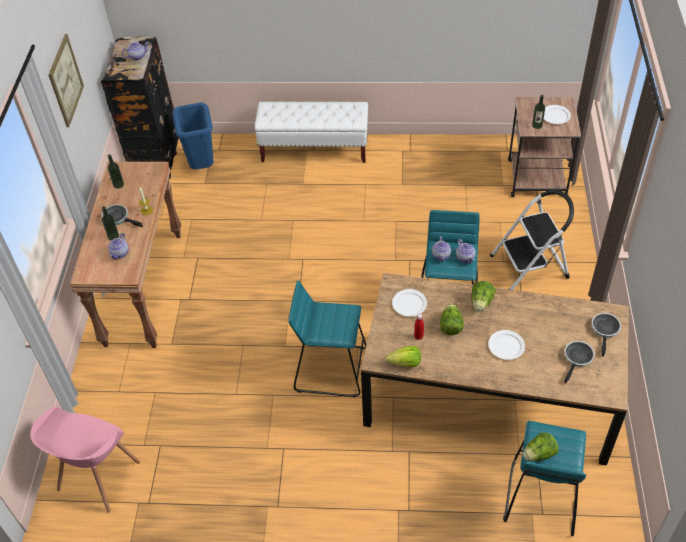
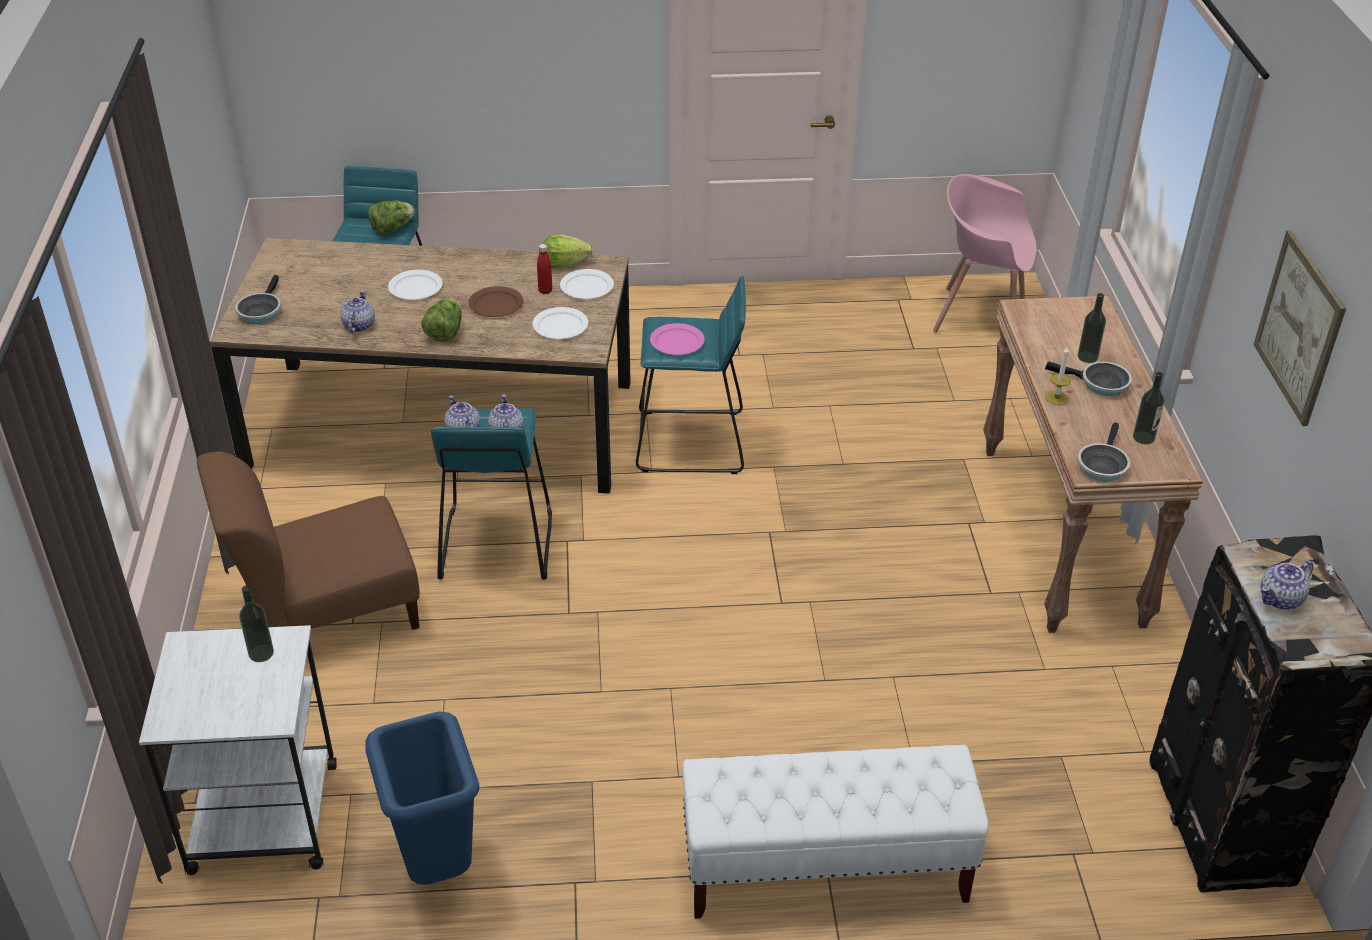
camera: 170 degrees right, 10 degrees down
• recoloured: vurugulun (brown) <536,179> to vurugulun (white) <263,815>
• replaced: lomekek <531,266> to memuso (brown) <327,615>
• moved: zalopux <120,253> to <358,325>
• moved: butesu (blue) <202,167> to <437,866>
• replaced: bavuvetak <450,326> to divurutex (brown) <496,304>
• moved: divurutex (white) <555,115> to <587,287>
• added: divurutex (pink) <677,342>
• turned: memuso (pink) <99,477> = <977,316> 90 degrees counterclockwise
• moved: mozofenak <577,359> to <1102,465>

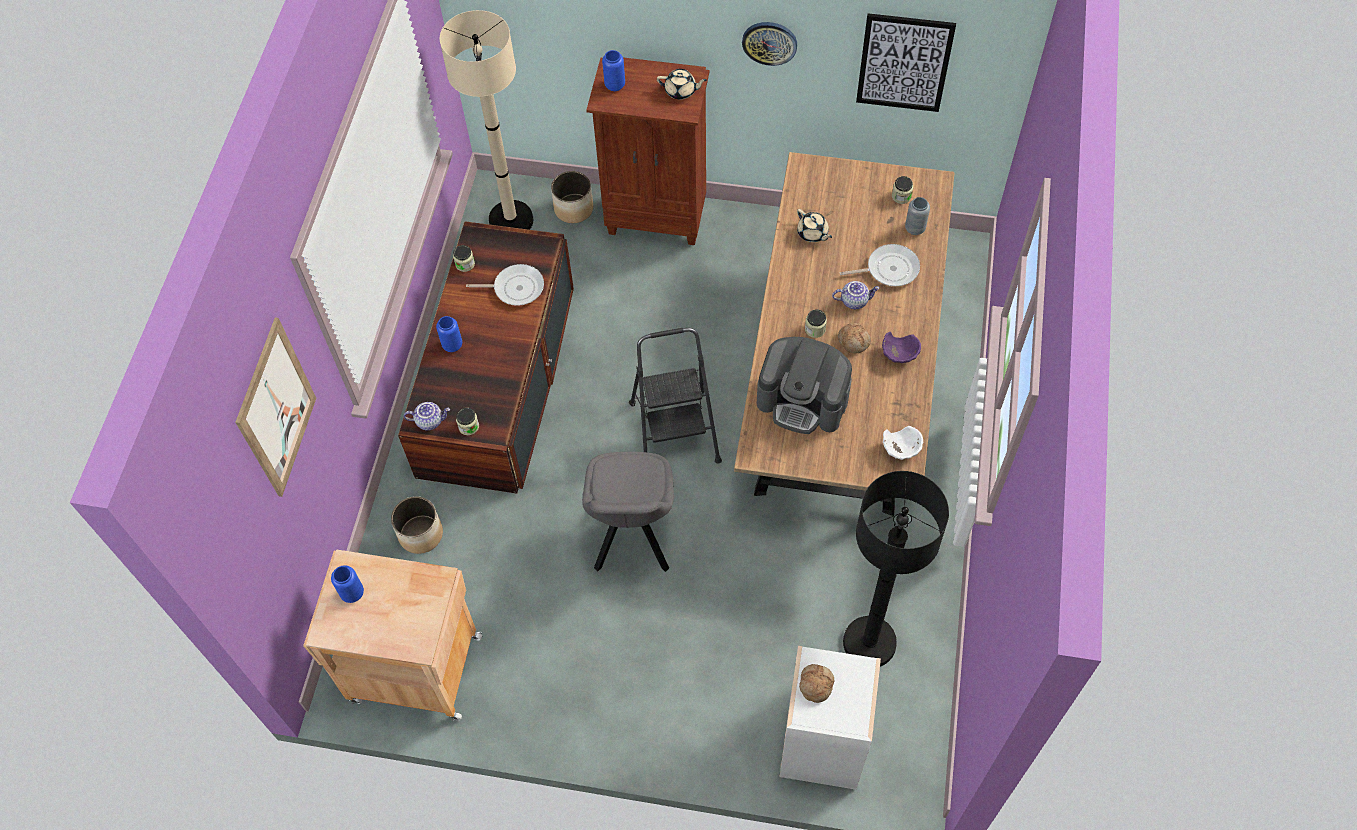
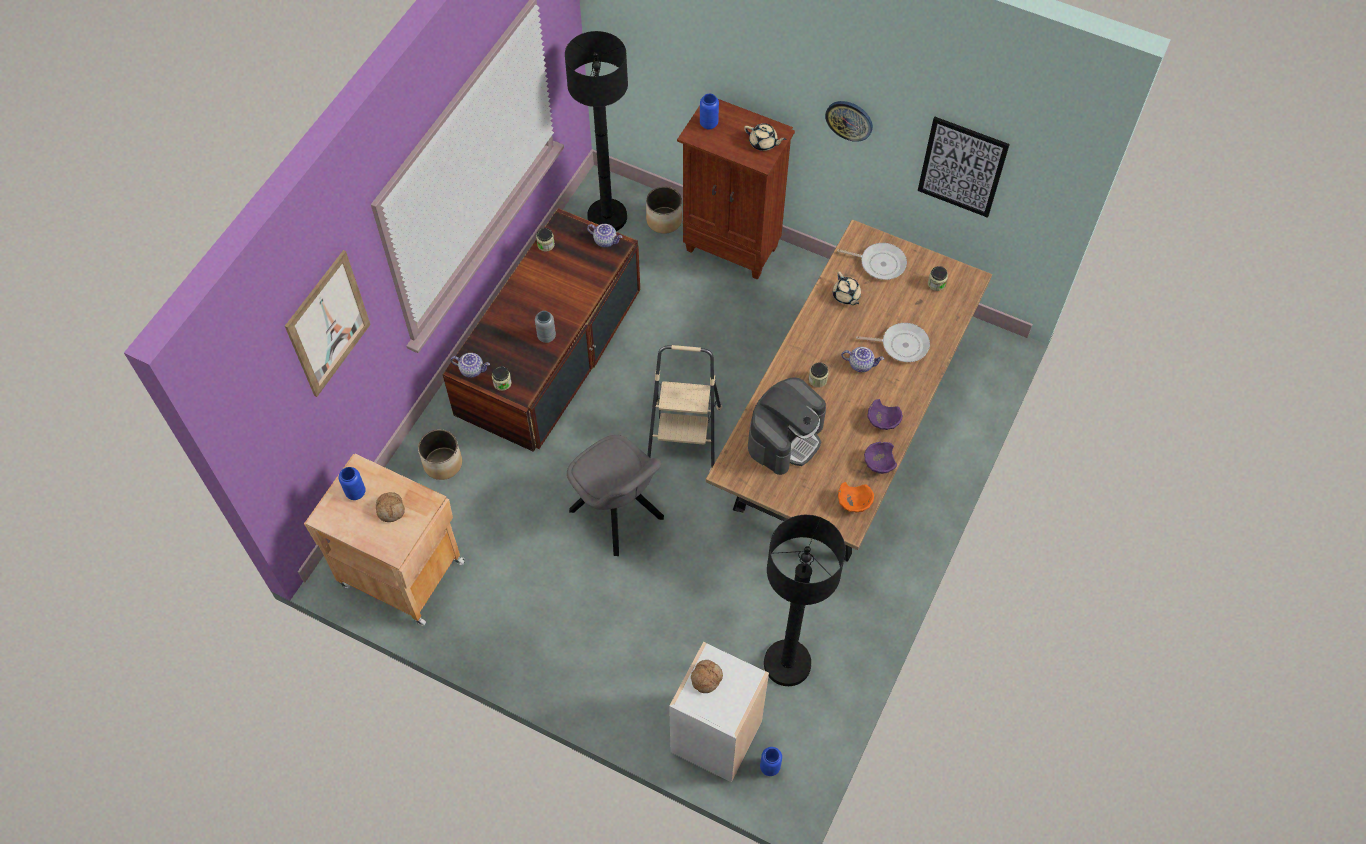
camera: 15 degrees right, 0 degrees up
• moved: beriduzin <854,341> to <391,509>
• moved: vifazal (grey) <915,229> to <546,337>
• recoloured: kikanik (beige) <511,220> to kikanik (black) <607,217>
• turned: memuso (grey) <632,535> = <617,514> 60 degrees counterclockwise
• added: zalopux <605,240>
• recoloured: lomekek (black) <674,428> to lomekek (beige) <684,433>
• turned: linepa <803,400> = <785,438> 90 degrees counterclockwise
• moved: vifazal (blue) <452,345> to <770,767>
• moved: mozofenak <515,288> to <880,263>
• recoloured: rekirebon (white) <900,450> to rekirebon (orange) <853,503>
• added: rekirebon (purple) <878,464>

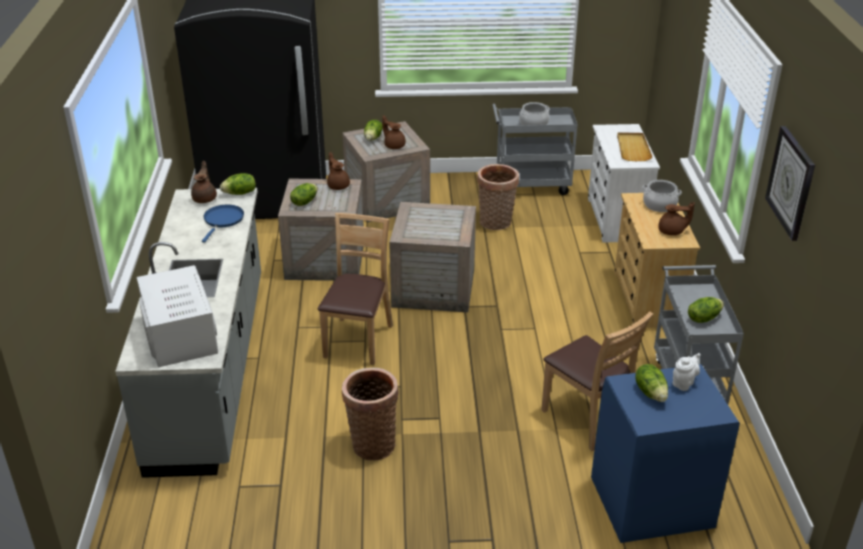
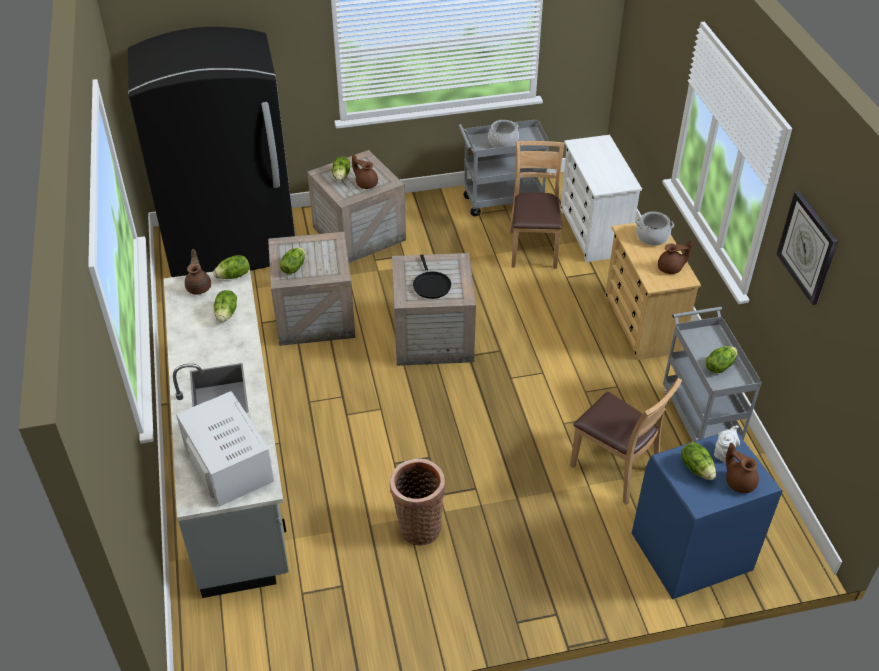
camera: 10 degrees left, 10 degrees up
• replaced: mozofenak (blue) <223,220> to bavuvetak <227,314>
• added: mozofenak (black) <431,285>
• moved: memuso (brown) <358,340> to <533,249>
• moved: zalopux (brown) <338,185> to <739,482>
• removed: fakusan <496,223>
• removed: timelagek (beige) <633,148>

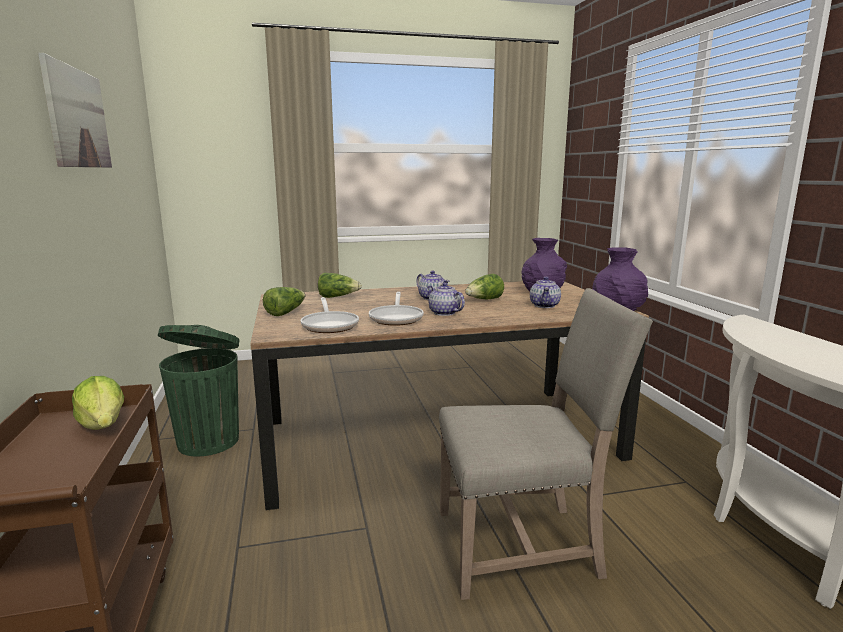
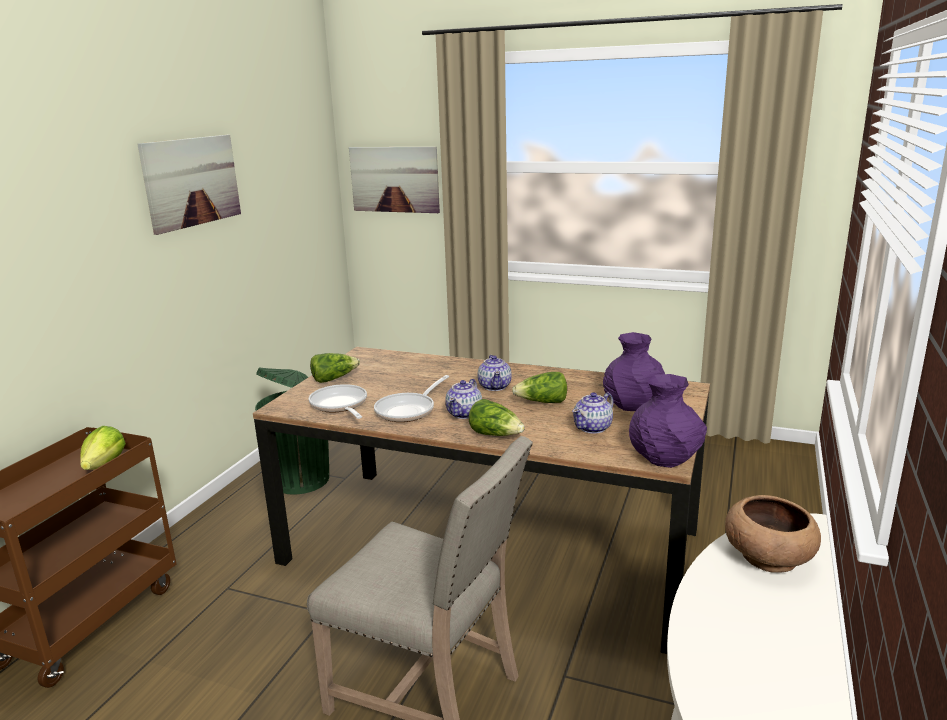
camera: 35 degrees right, 5 degrees up
• turned: mozofenak <330,325> = <340,405> 135 degrees clockwise
• added: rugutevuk <394,179>
• turned: zalopux <444,313> = <465,413> 150 degrees counterclockwise
• moved: bavuvetak <337,297> to <496,435>
• added: rekirebon (brown) <769,557>

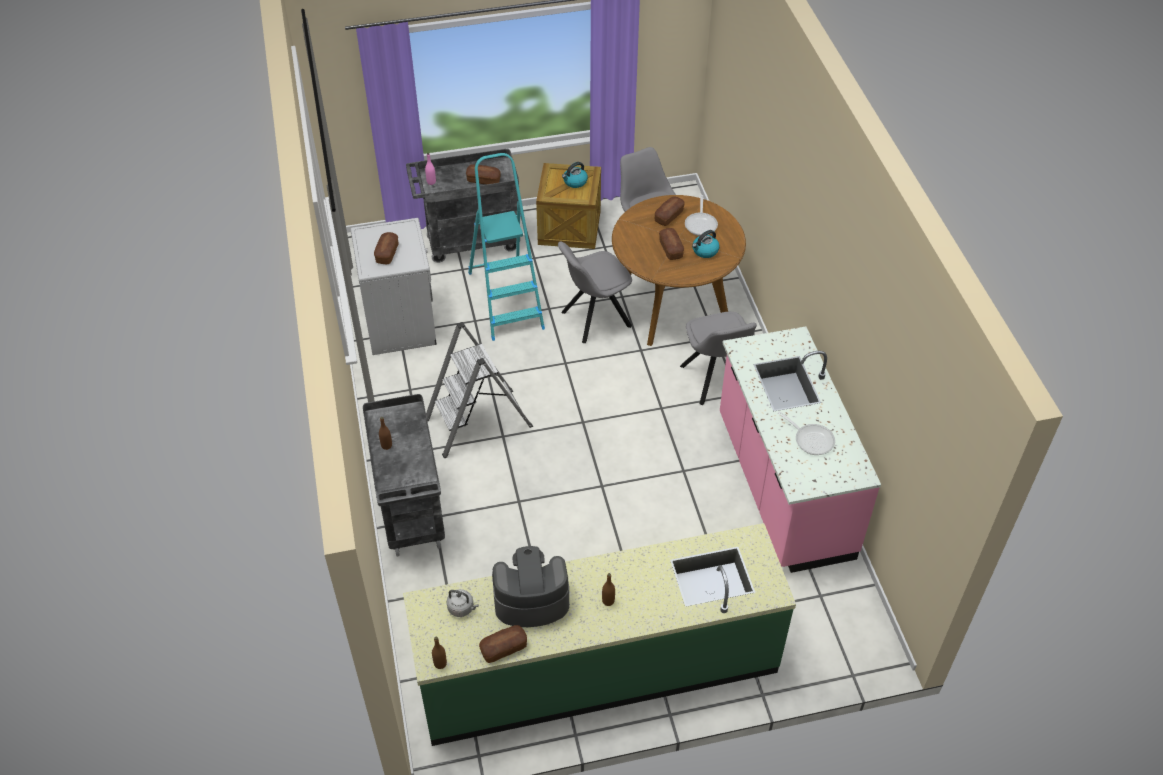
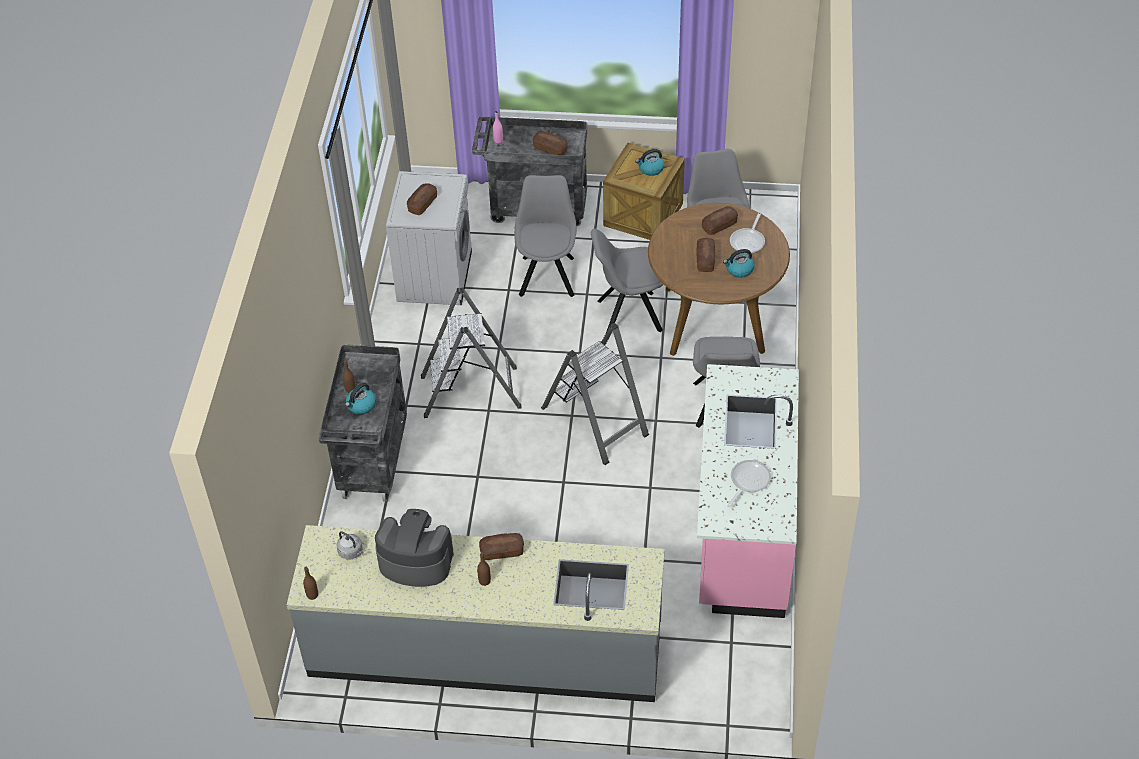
camera: 20 degrees right, 0 degrees up
• recoloured: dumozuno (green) <597,668> to dumozuno (grey) <485,650>
• added: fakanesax <361,405>
• moved: beriduzin <503,648> to <502,551>
• replaced: lomekek (turquoise) <506,300> to memuso (grey) <547,276>
• added: lomekek (grey) <595,421>
• turned: mozofenak <811,439> = <748,481> 120 degrees counterclockwise

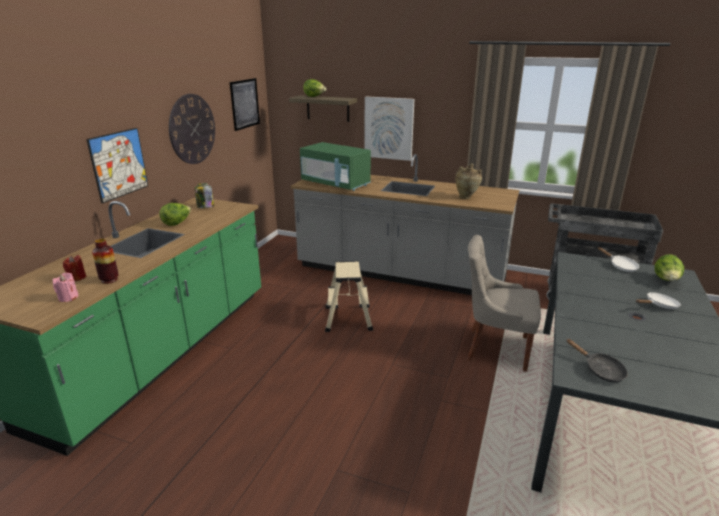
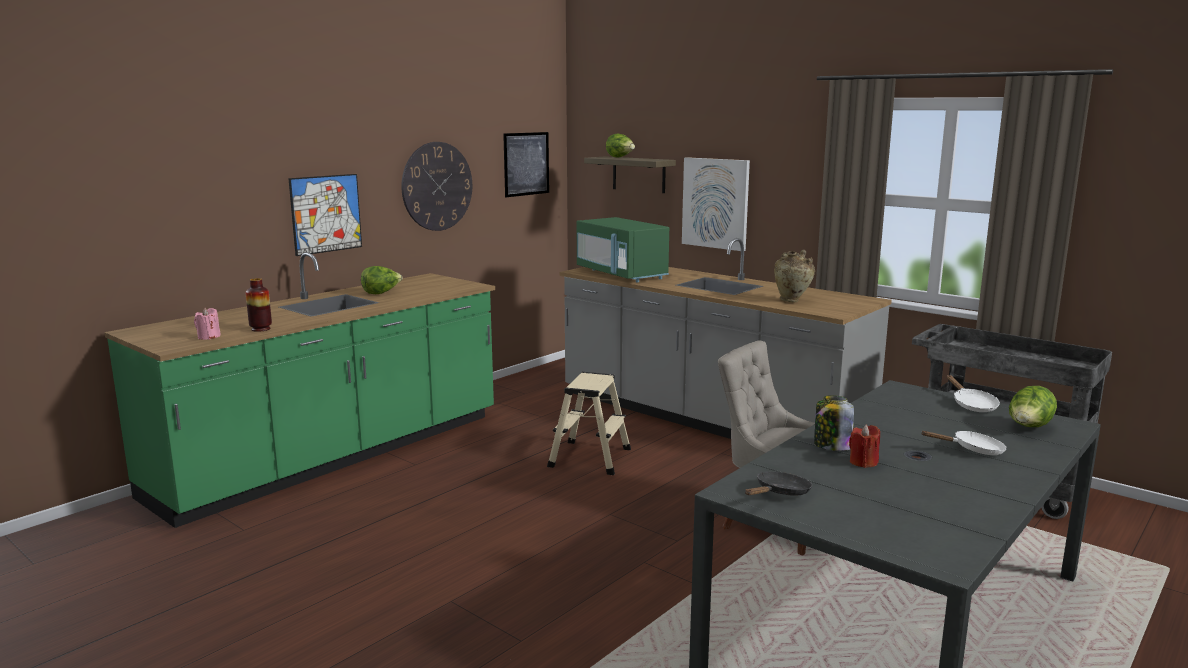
camera: 20 degrees right, 10 degrees down
• turned: mozofenak (black) <600,370> = <780,493> 120 degrees counterclockwise
• moved: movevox <205,206> to <831,446>
• moved: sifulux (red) <77,278> to <863,462>

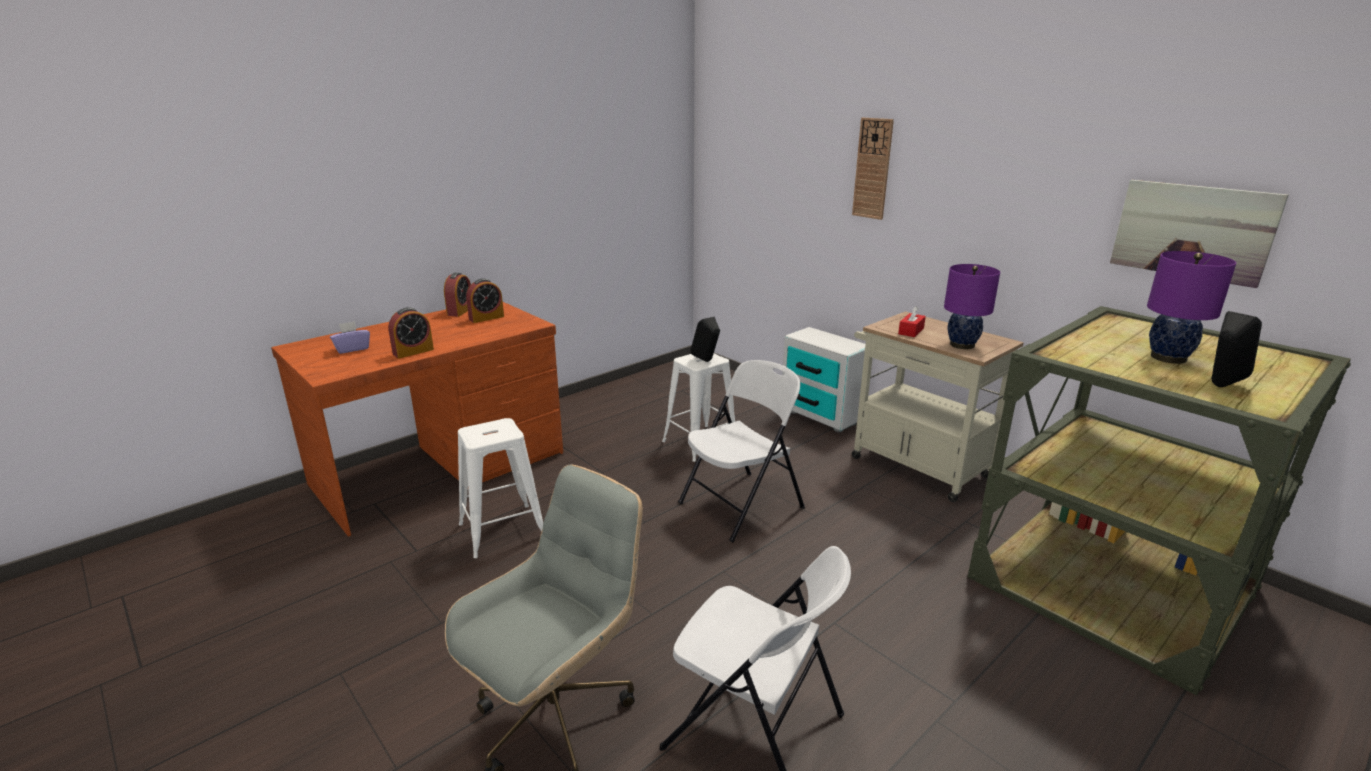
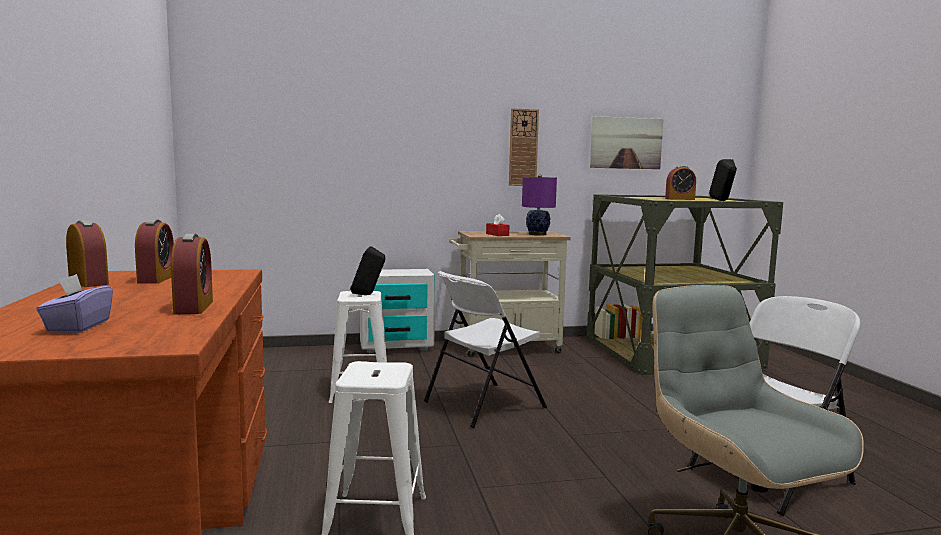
camera: 60 degrees left, 15 degrees down
• turned: memuso (white) <741,505> = <484,404> 120 degrees counterclockwise
• moved: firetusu <872,168> to <523,147>
• replaced: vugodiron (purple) <1168,358> to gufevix <679,199>

